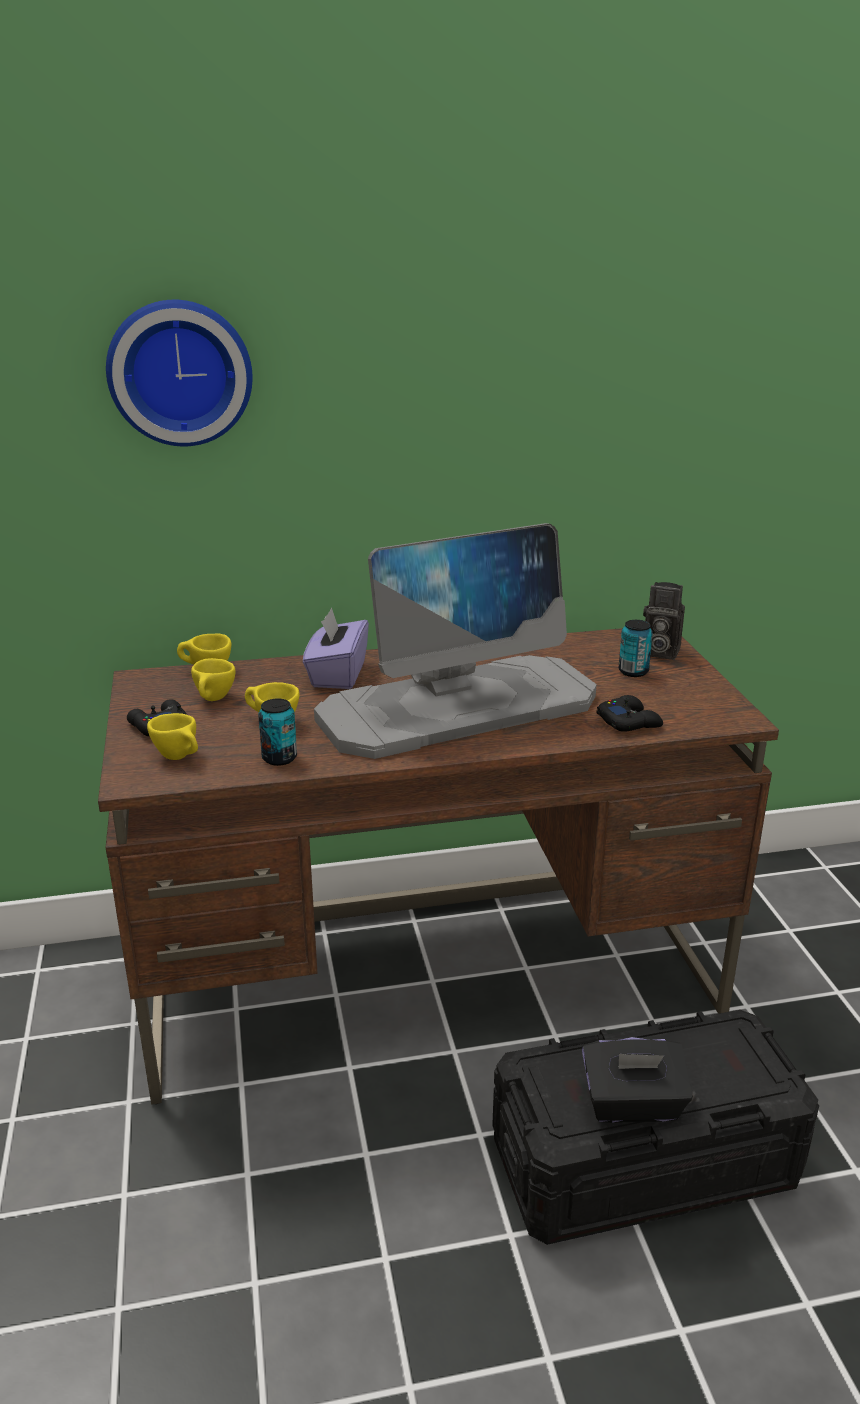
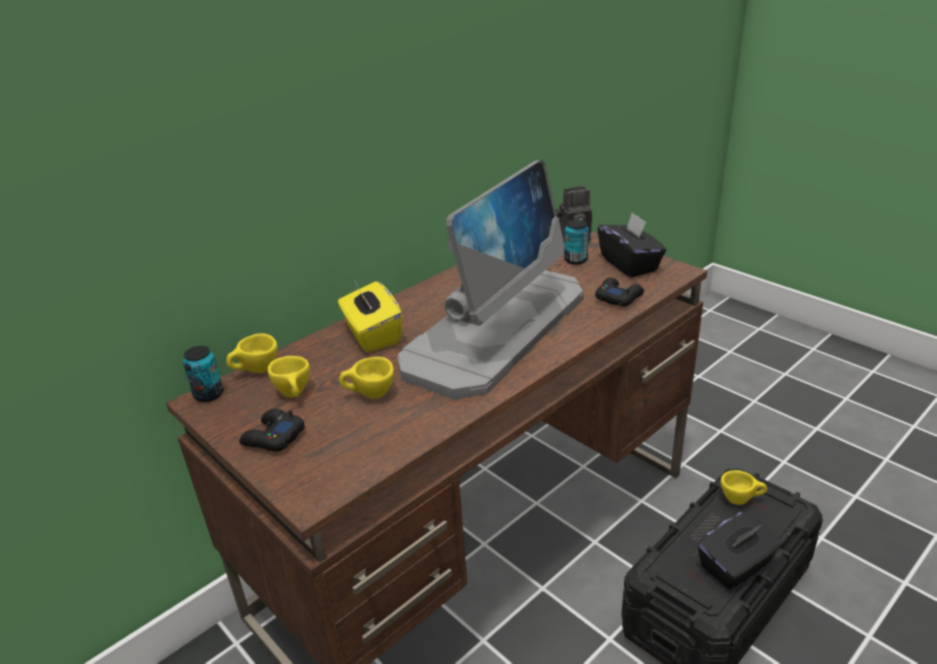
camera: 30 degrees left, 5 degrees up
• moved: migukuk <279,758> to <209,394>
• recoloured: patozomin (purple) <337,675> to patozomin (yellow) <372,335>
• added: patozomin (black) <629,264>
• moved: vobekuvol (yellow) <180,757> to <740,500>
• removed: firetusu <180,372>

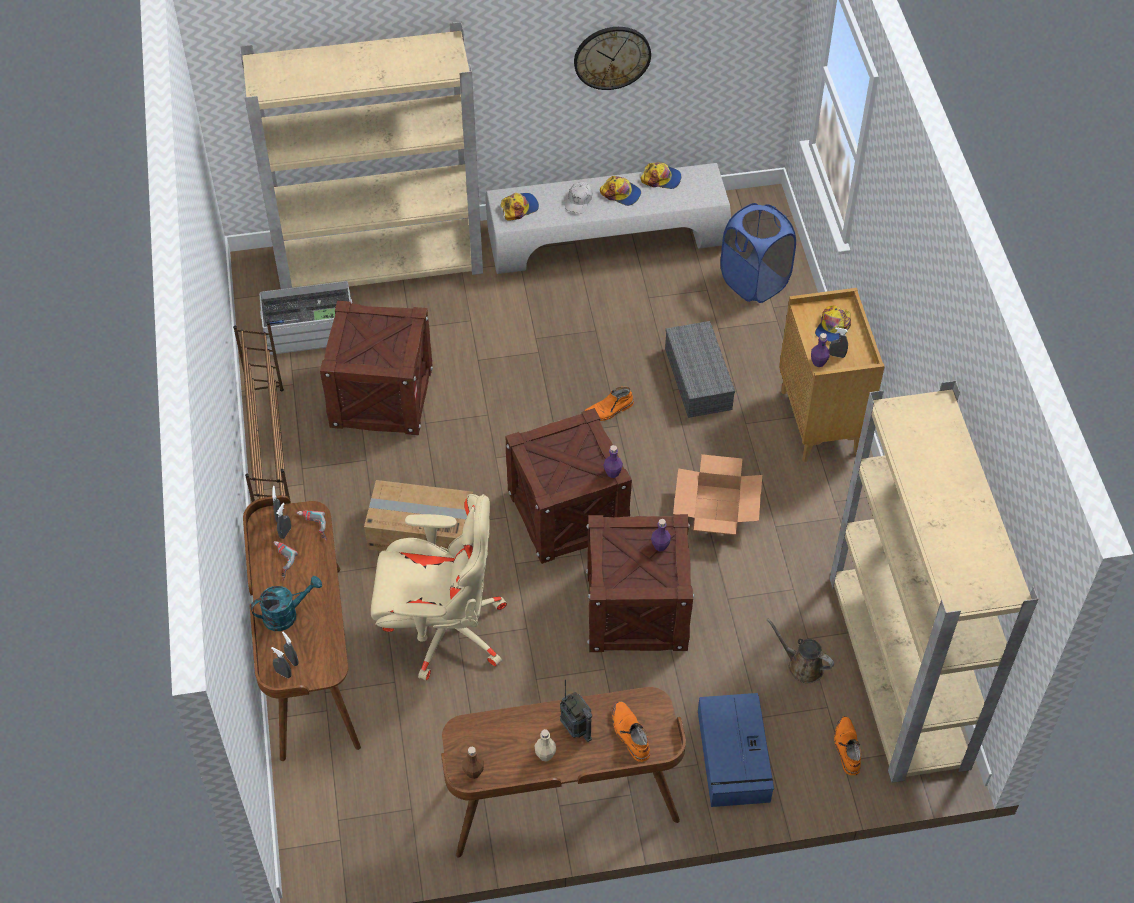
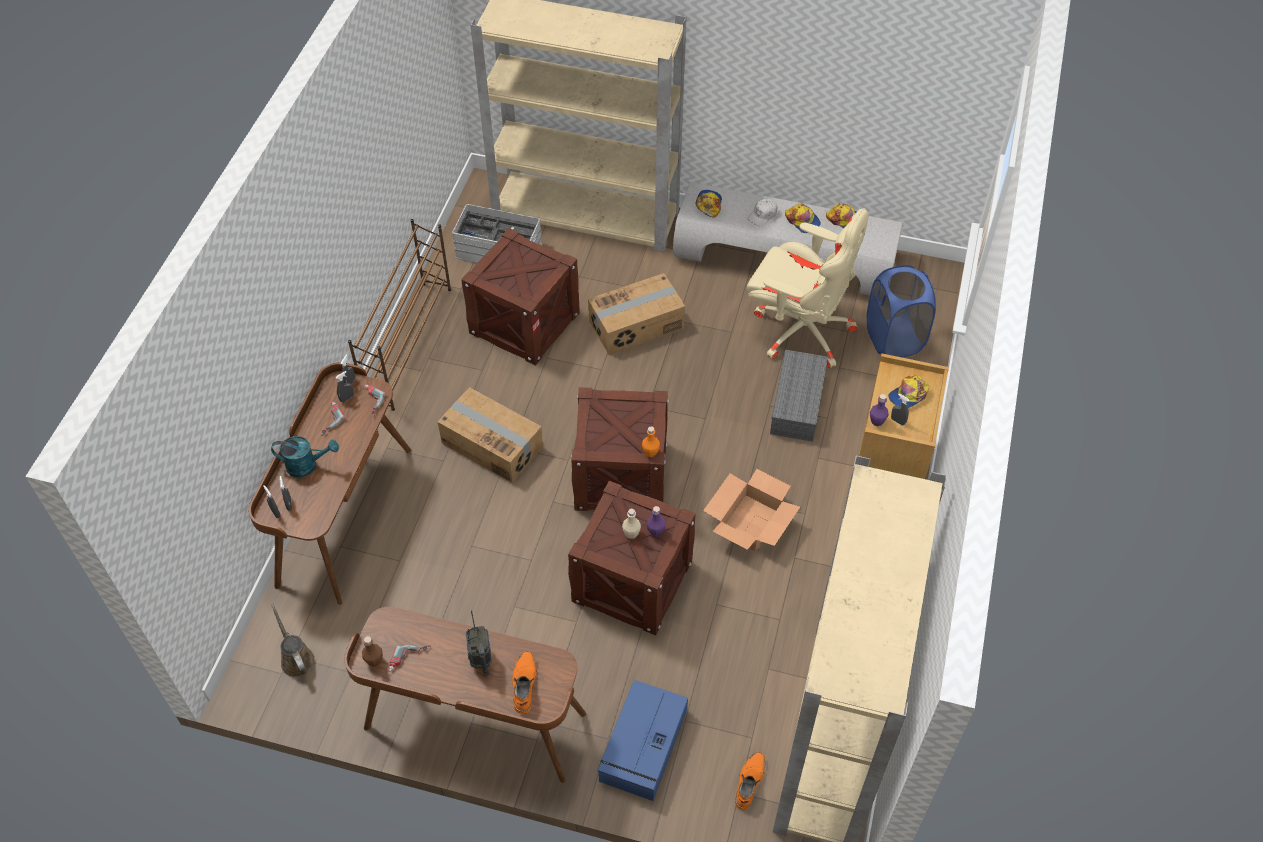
camera: 25 degrees right, 0 degrees up
• moved: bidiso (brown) <802,665> to <296,658>
• added: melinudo <409,660>
• added: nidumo <636,325>
• moved: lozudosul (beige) <545,755> to <631,534>
• recoloured: lozudosul (purple) <612,473> to lozudosul (orange) <650,452>
• turned: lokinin <519,208> = <709,204> 75 degrees counterclockwise
• moved: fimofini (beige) <438,631> to <796,329>
• removed: firetusu <612,57>
• removed: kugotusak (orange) <608,410>

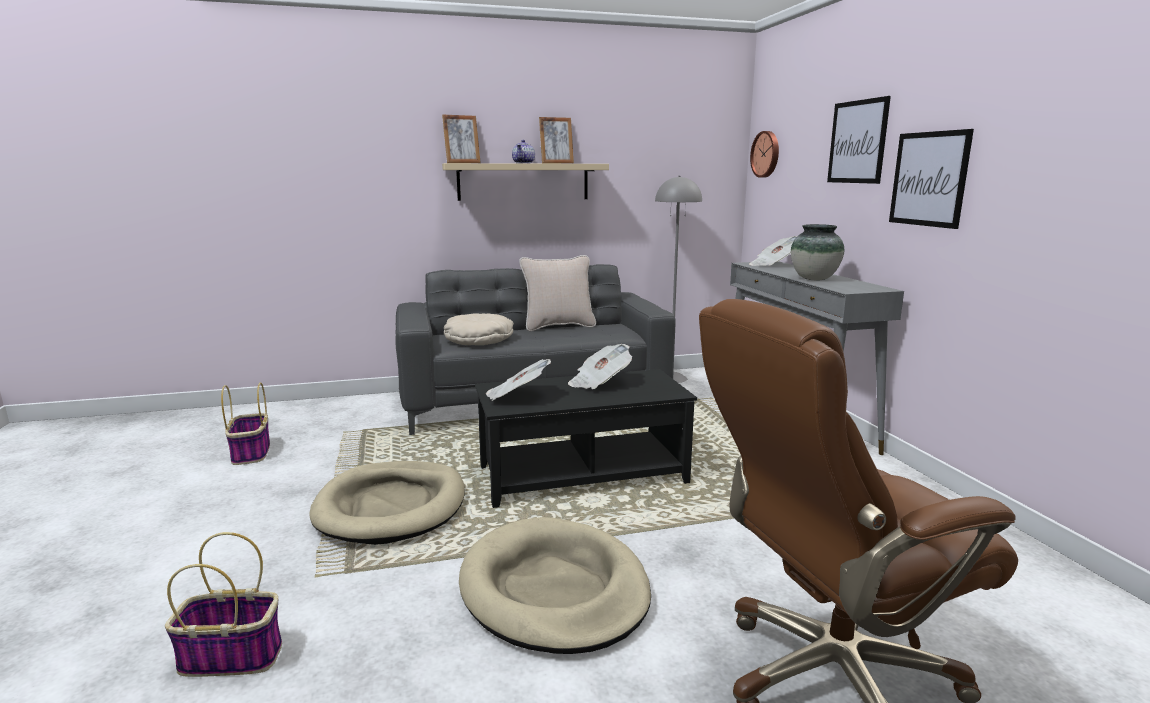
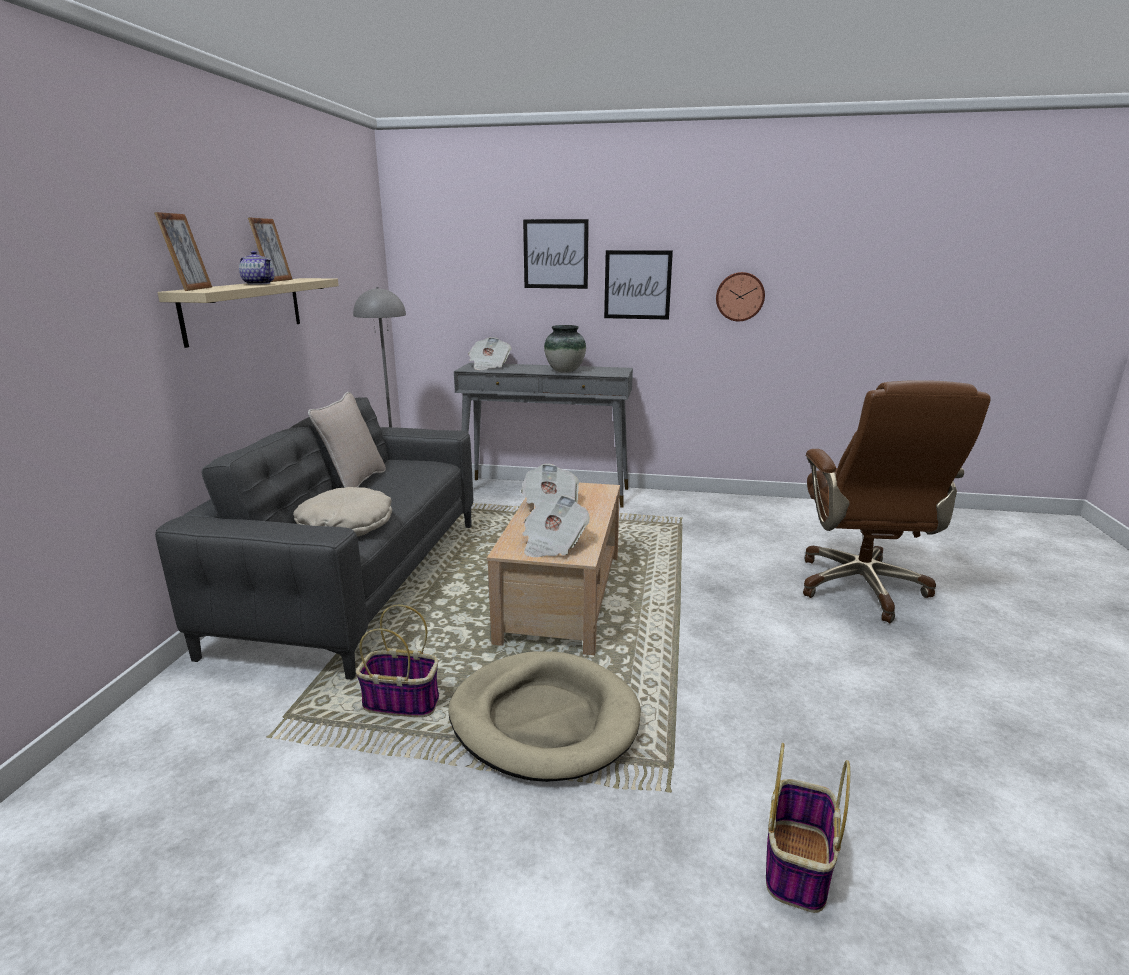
camera: 65 degrees left, 5 degrees up
• moved: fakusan <251,453> to <403,702>
• recoloured: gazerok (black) <582,473> to gazerok (beige) <560,596>
• moved: firetusu <766,154> to <739,296>
• removed: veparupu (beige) <554,590>

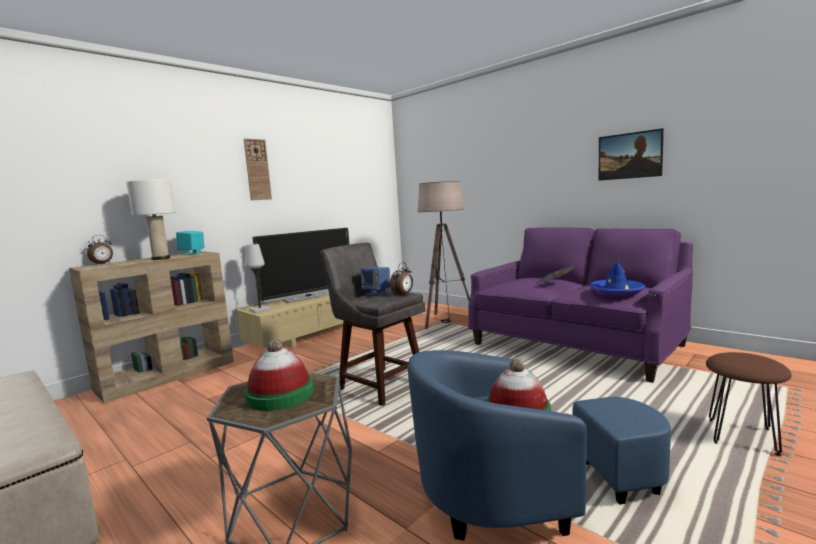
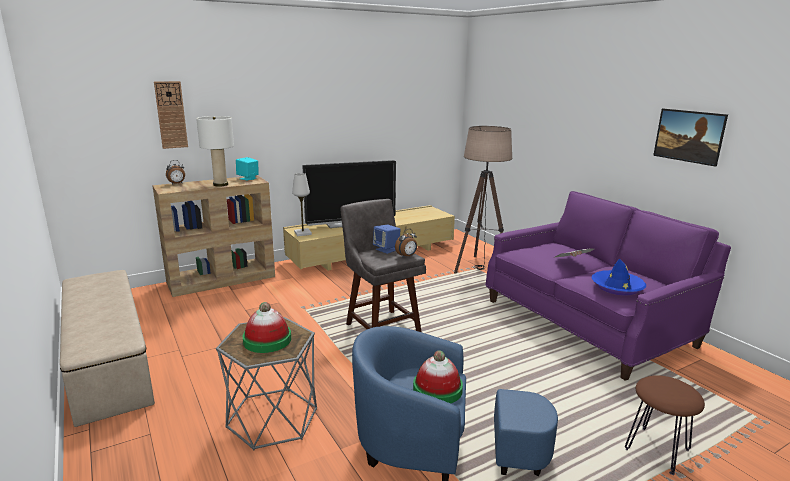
camera: 15 degrees right, 10 degrees up
• moved: firetusu <257,169> to <171,115>

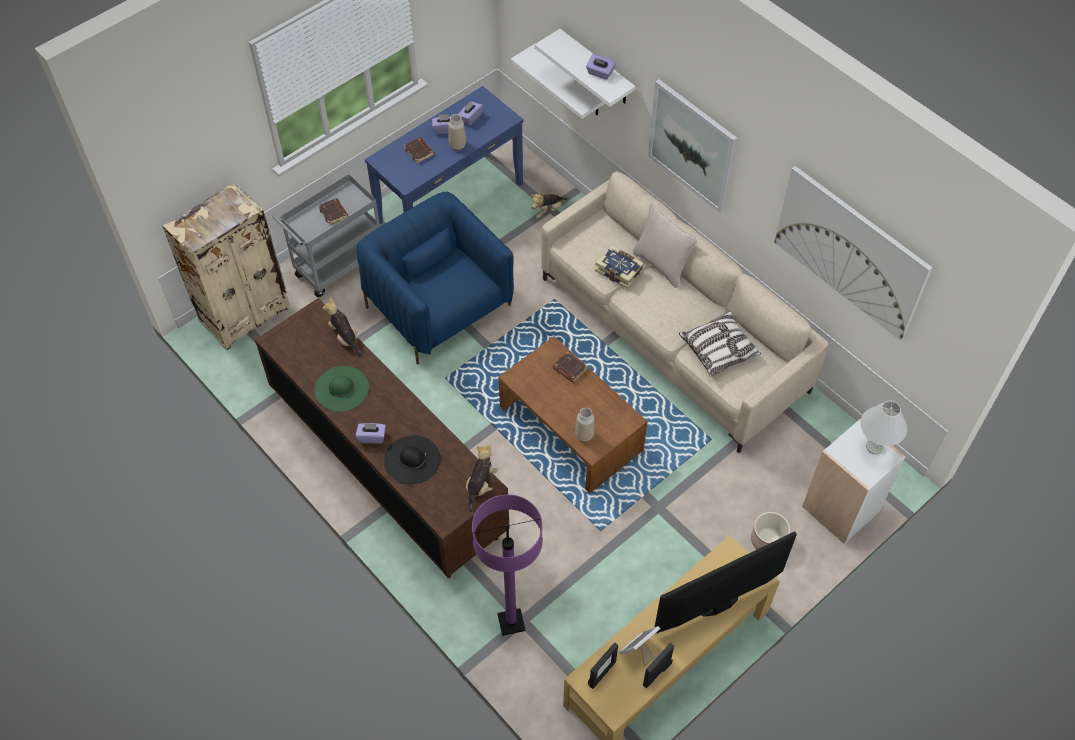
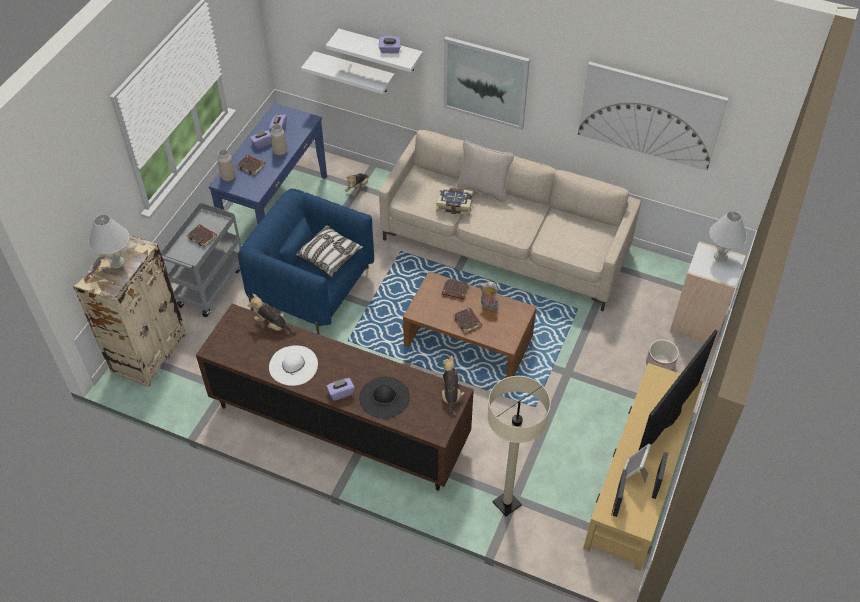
camera: 25 degrees left, 5 degrees down
• added: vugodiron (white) <117,263>
• moved: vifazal <584,435> to <228,177>
• recoloured: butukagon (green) <341,388> to butukagon (white) <293,365>
• moved: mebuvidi <718,350> to <329,256>
• added: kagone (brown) <467,321>
• added: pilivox <488,305>
• recoloured: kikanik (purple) <511,622> to kikanik (beige) <507,503>

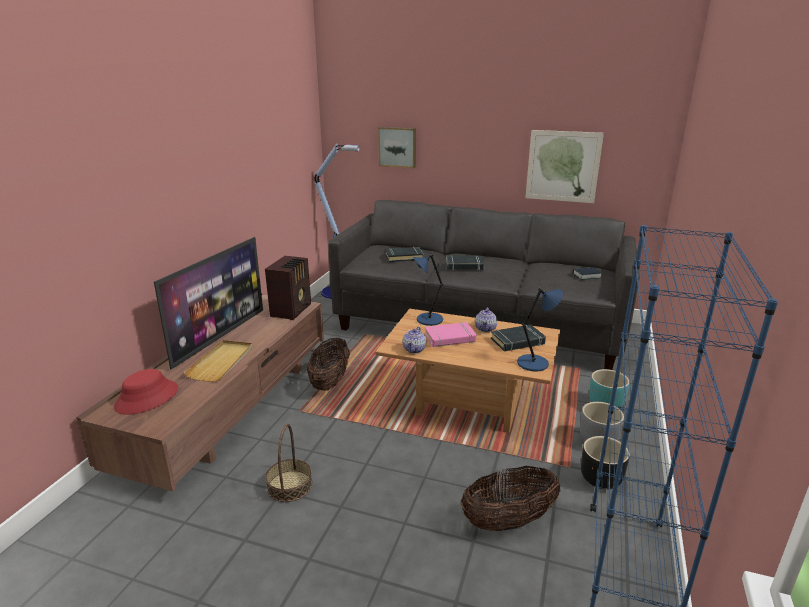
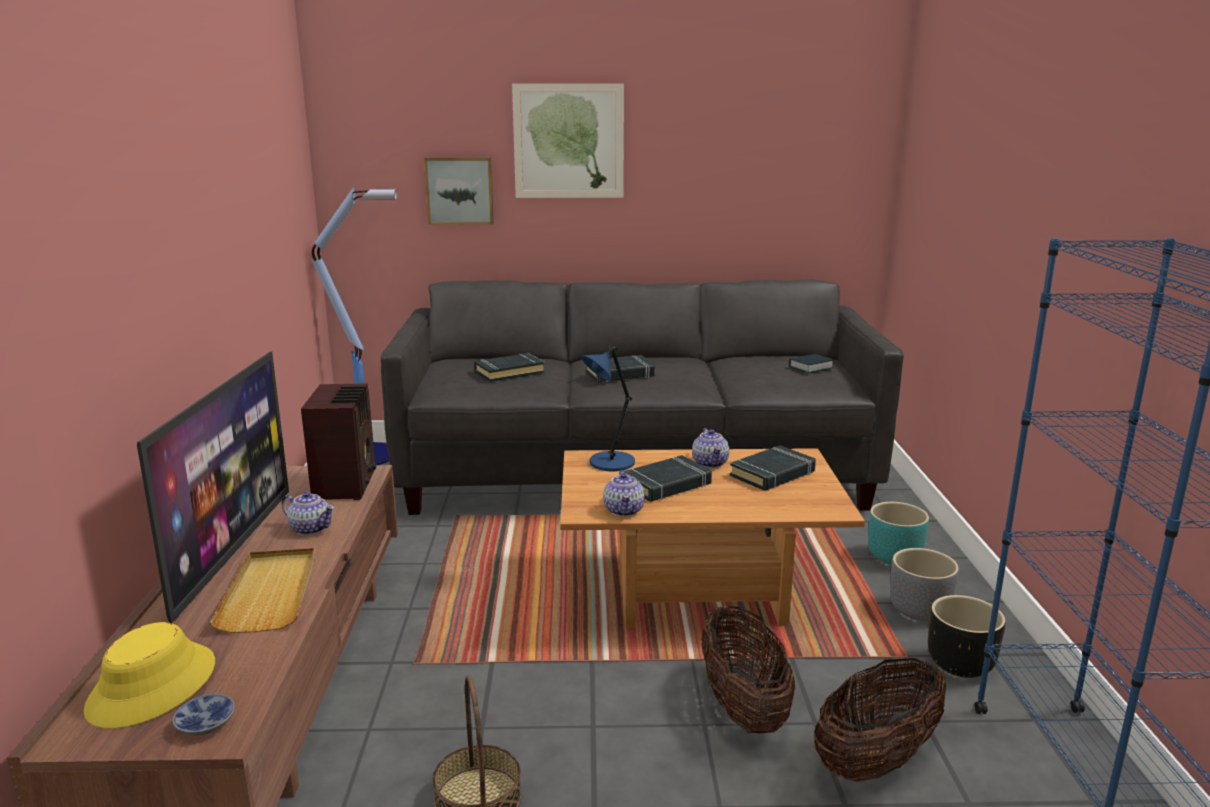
camera: 20 degrees left, 5 degrees down
• recoloured: butukagon (red) <147,398> to butukagon (yellow) <153,686>
• added: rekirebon <205,723>
• added: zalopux <310,528>
• moved: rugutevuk <563,166> to <568,141>
• recoloured: kagone (pink) <450,338> to kagone (black) <667,485>
• moved: fakusan <330,381> to <743,707>
• removed: vugodiron (blue) <534,363>

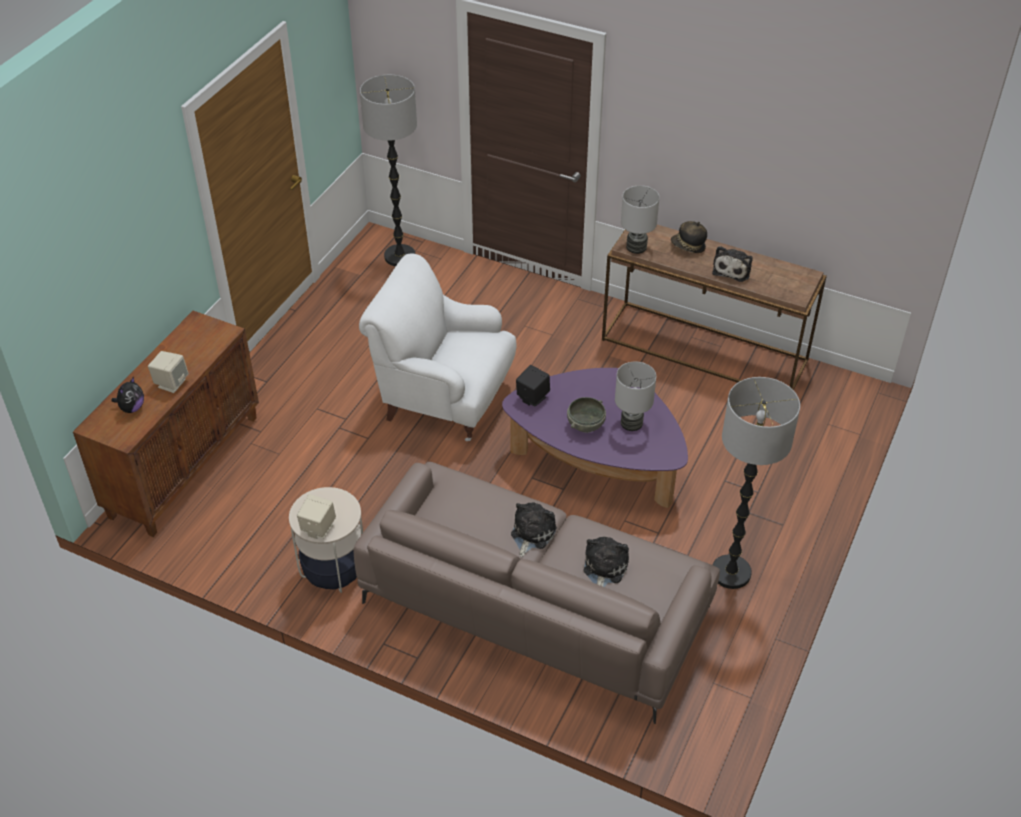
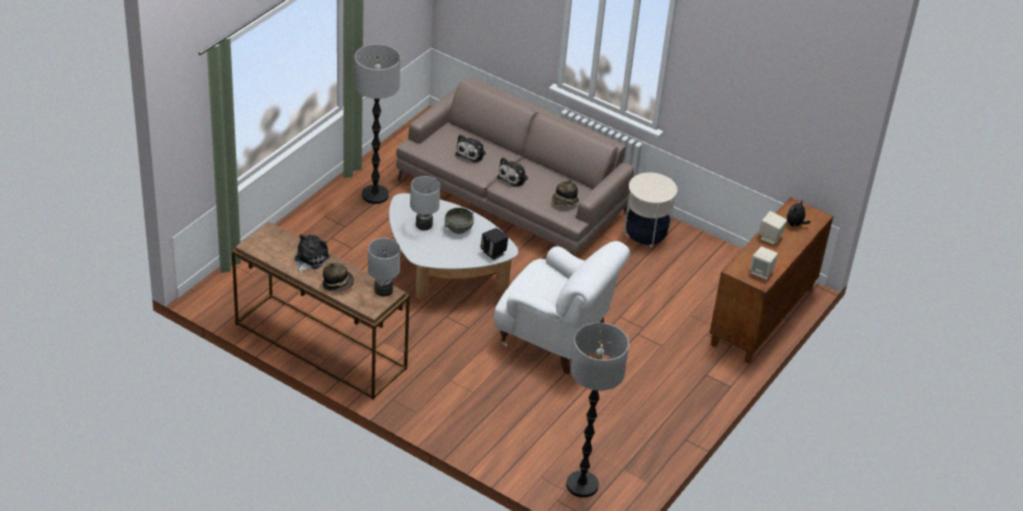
camera: 175 degrees left, 5 degrees down
• recoloured: gazerok (purple) <597,463> to gazerok (white) <443,273>
• added: butukagon <565,202>
• moved: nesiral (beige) <318,528> to <761,272>

